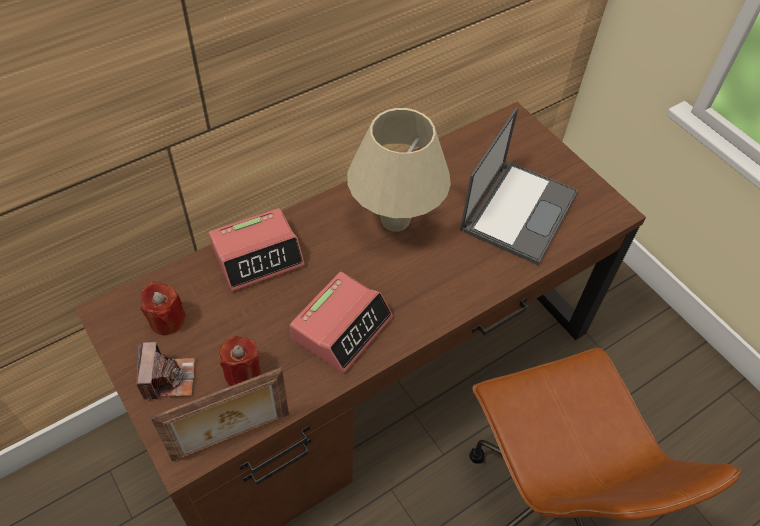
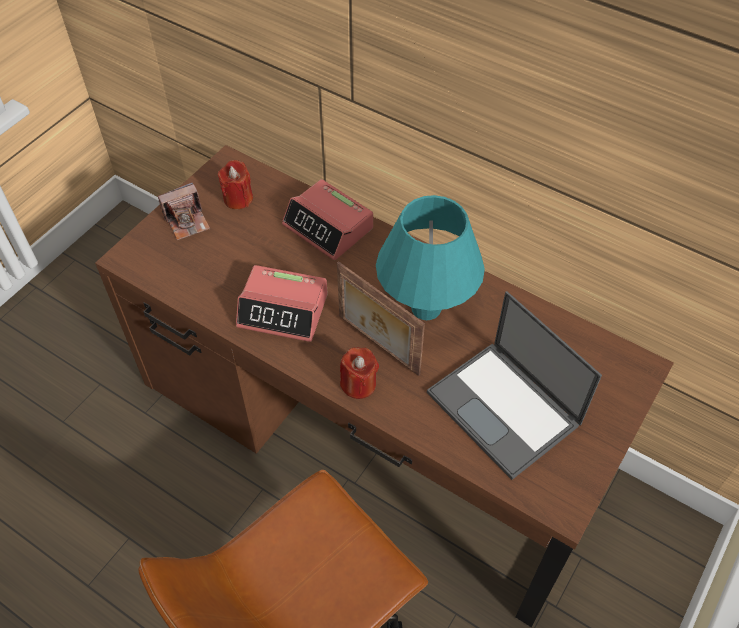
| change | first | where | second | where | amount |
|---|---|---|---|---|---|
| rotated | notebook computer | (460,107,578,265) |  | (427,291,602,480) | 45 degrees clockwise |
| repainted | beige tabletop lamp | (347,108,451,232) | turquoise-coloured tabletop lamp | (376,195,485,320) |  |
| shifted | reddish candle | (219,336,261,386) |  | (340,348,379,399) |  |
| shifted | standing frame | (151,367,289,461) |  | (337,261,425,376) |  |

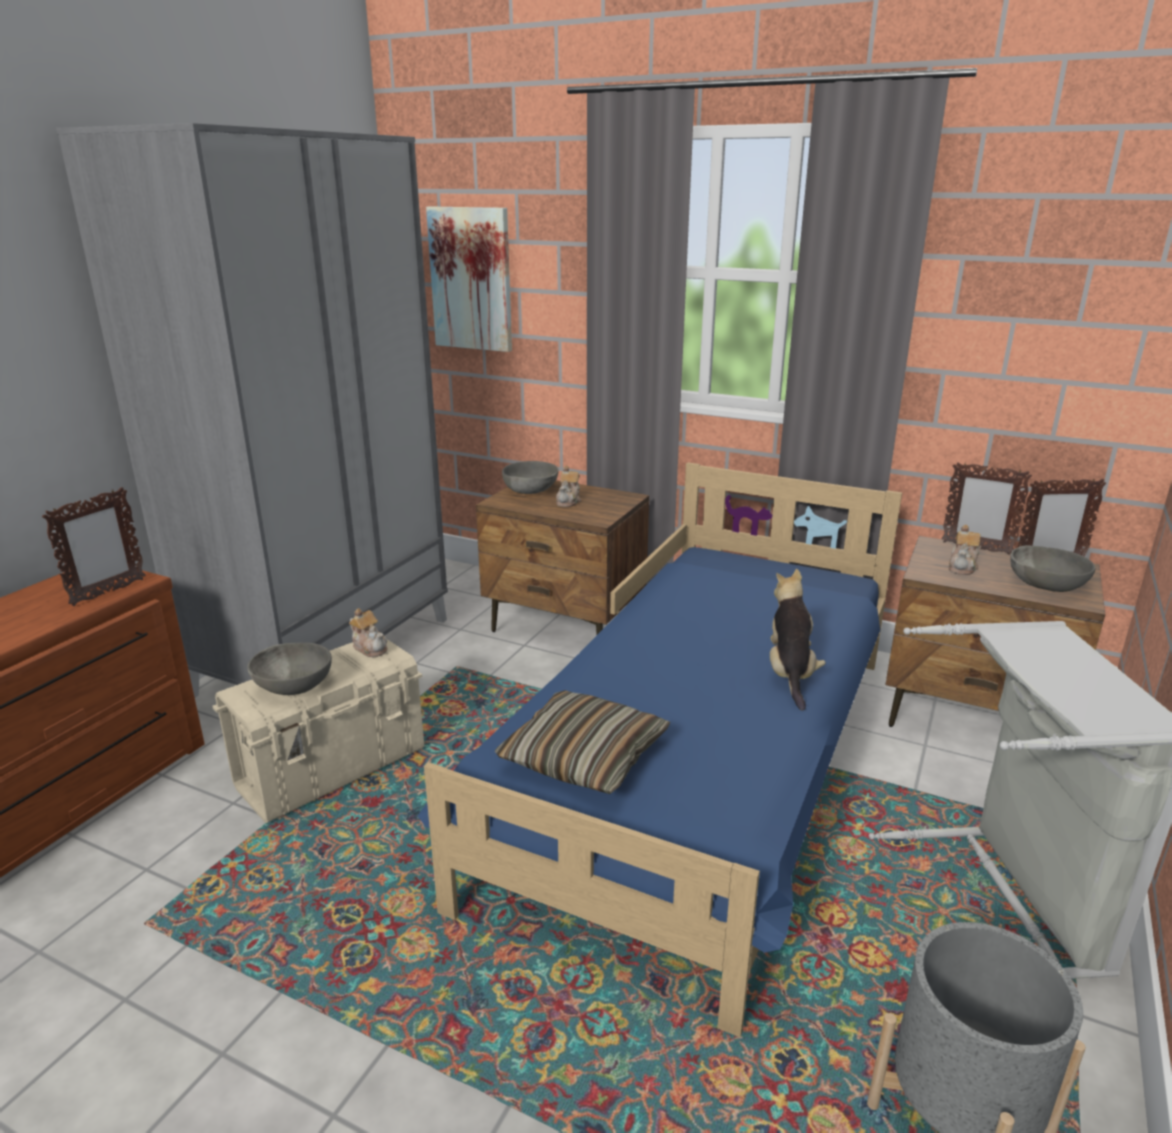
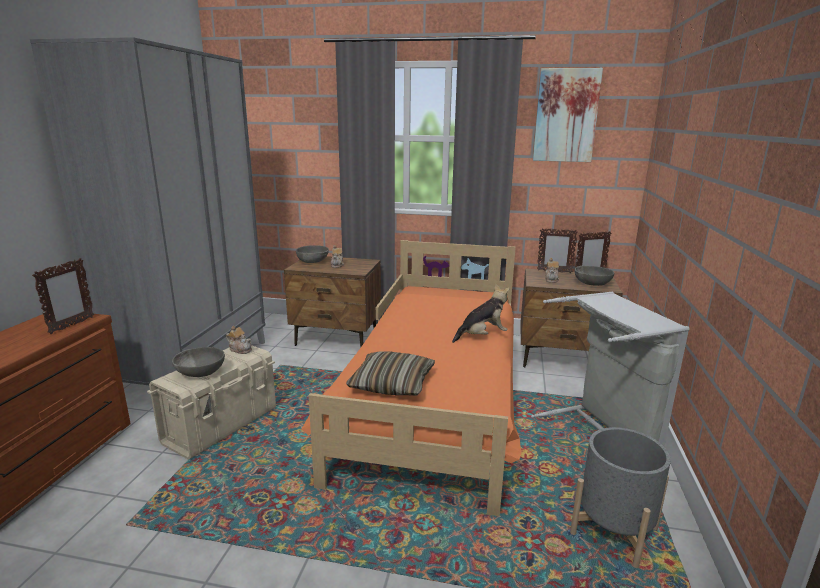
| change | first | where | second | where | amount |
|---|---|---|---|---|---|
| shifted | wall picture | (426,206,512,352) |  | (533,68,603,162) |  |
| repainted | blue-coloured sleeping bed | (417,462,902,1037) | orange sleeping bed | (302,240,521,516) |  |
| rotated | soft toy | (770,569,826,711) |  | (452,284,510,343) | 75 degrees clockwise |

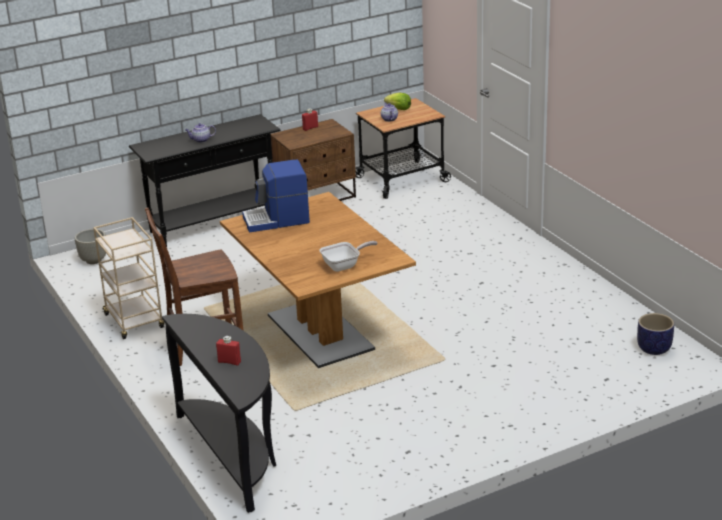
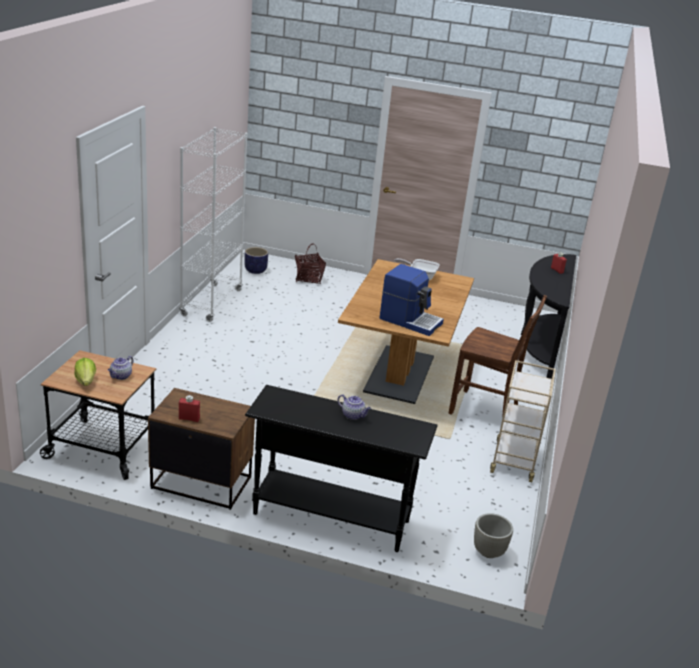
| change | first | where | second | where | amount |
|---|---|---|---|---|---|
| new |  |  | whitish bookshelf | (179,127,247,322) |  |
| new |  |  | basket | (295,243,326,284) |  |

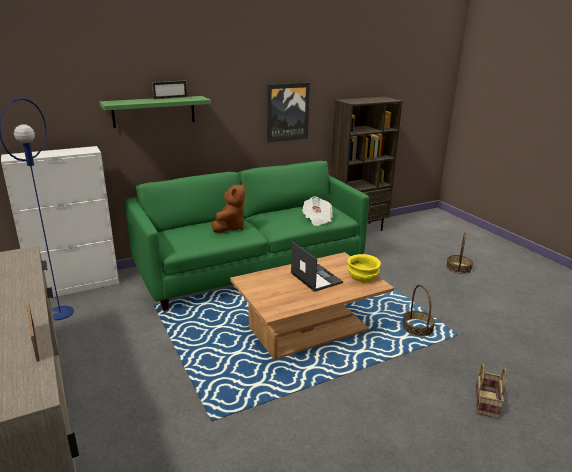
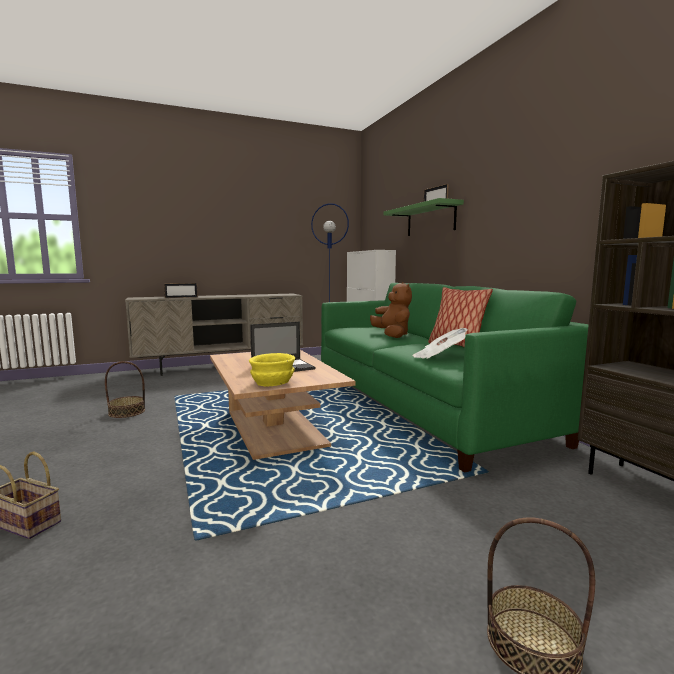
| change | first | where | second | where | amount |
|---|---|---|---|---|---|
| gone | wall picture | (267,83,310,143) |  |  |  |
| rotated | brown soft toy | (212,183,245,233) |  | (370,282,412,338) | 135 degrees counterclockwise |
| shifted | basket | (402,285,435,336) |  | (105,361,145,418) |  |
| new |  |  | throw pillow | (428,287,493,348) |  |

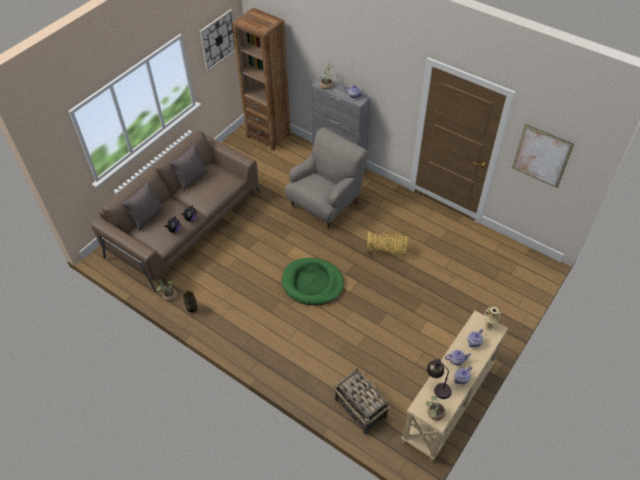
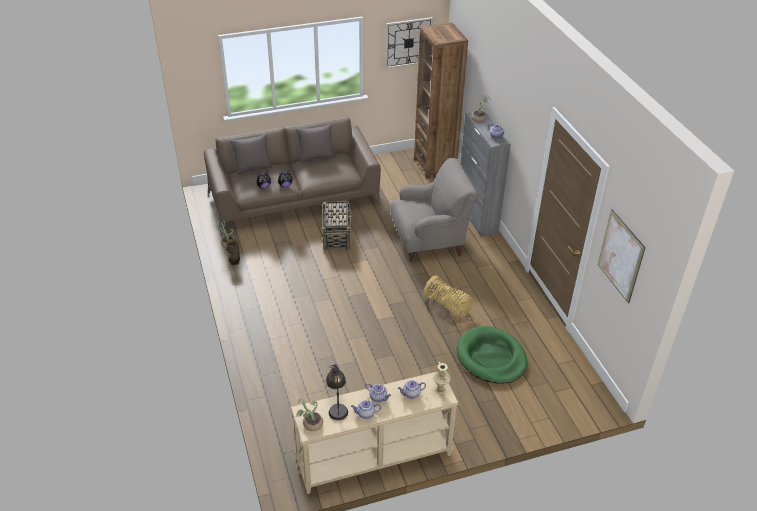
| change | first | where | second | where | amount |
|---|---|---|---|---|---|
| shifted | green-coloured dog bed | (282,258,344,305) |  | (457,326,528,383) |  |
| shifted | basket | (334,368,391,434) |  | (322,199,353,251) |  |

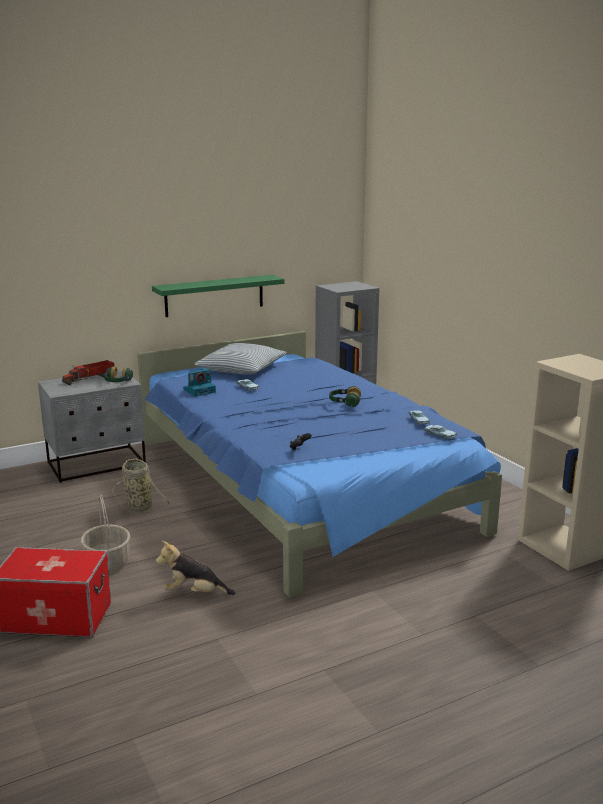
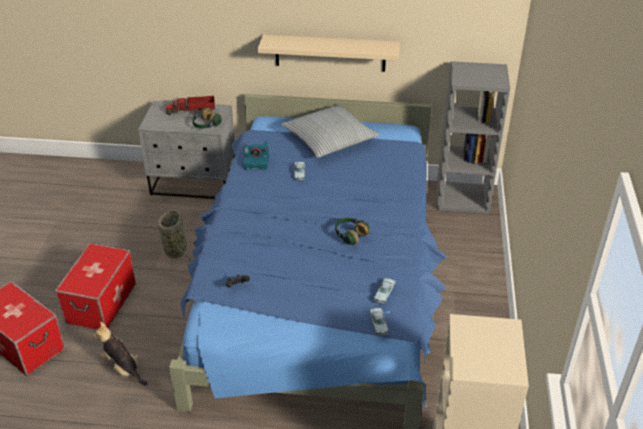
| change | first | where | second | where | amount |
|---|---|---|---|---|---|
| repainted | green-coloured bracket shelf | (152,275,285,317) | beige bracket shelf | (258,35,400,72) |  |
| swapped | basket | (80,494,130,571) | storage container | (55,243,136,330) |  |

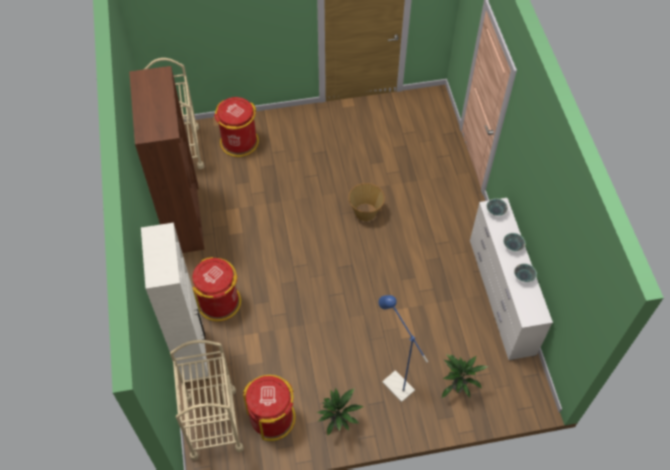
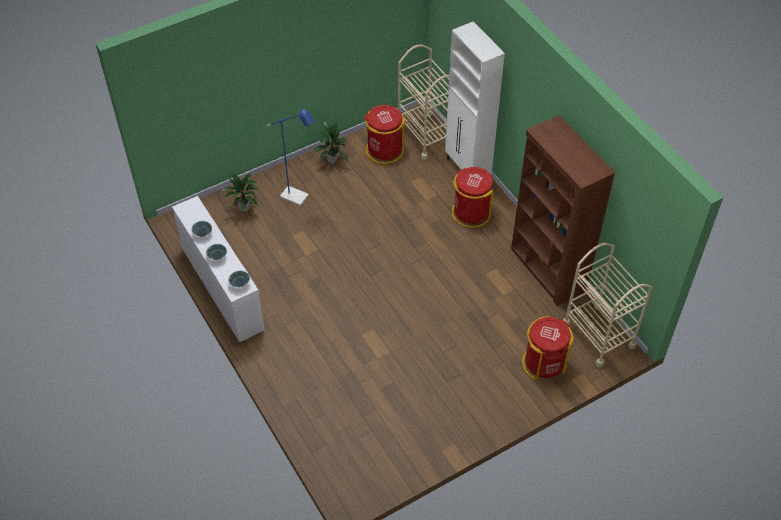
| change | first | where | second | where | amount |
|---|---|---|---|---|---|
| gone | basket | (349,183,385,221) |  |  |  |

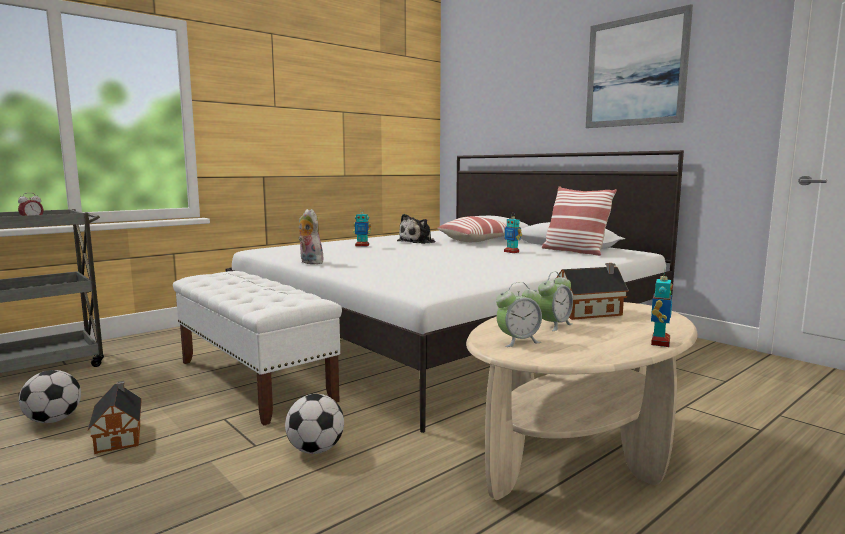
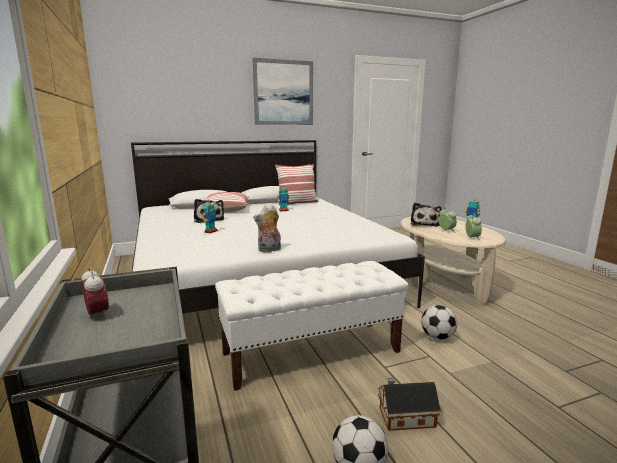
| change | first | where | second | where | amount |
|---|---|---|---|---|---|
| swapped | model house | (556,263,629,320) | soft toy | (411,203,442,227) |  |

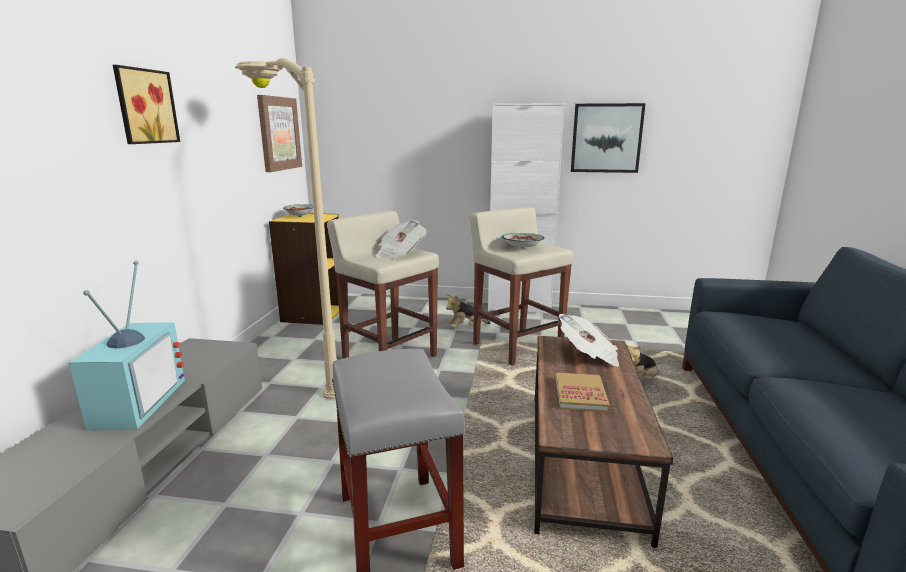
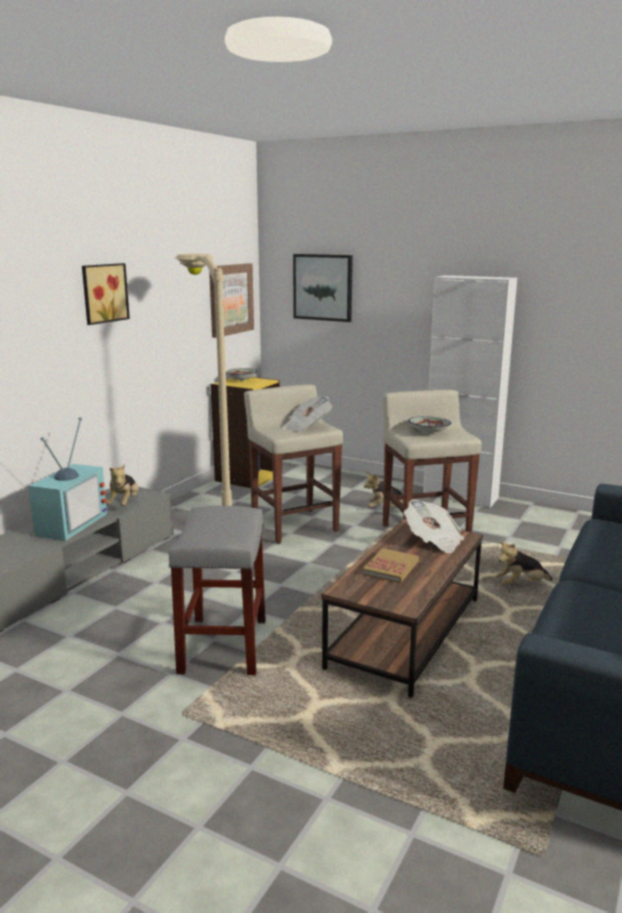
| change | first | where | second | where | amount |
|---|---|---|---|---|---|
| shifted | wall picture | (571,103,646,173) |  | (293,254,353,322) |  |
| new |  |  | soft toy | (106,464,139,506) |  |

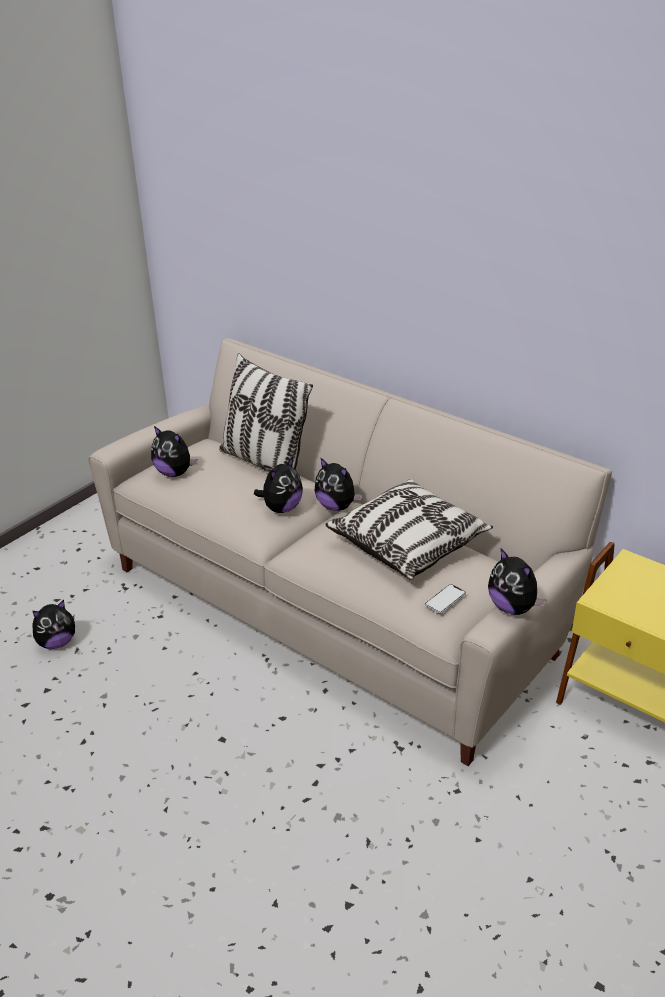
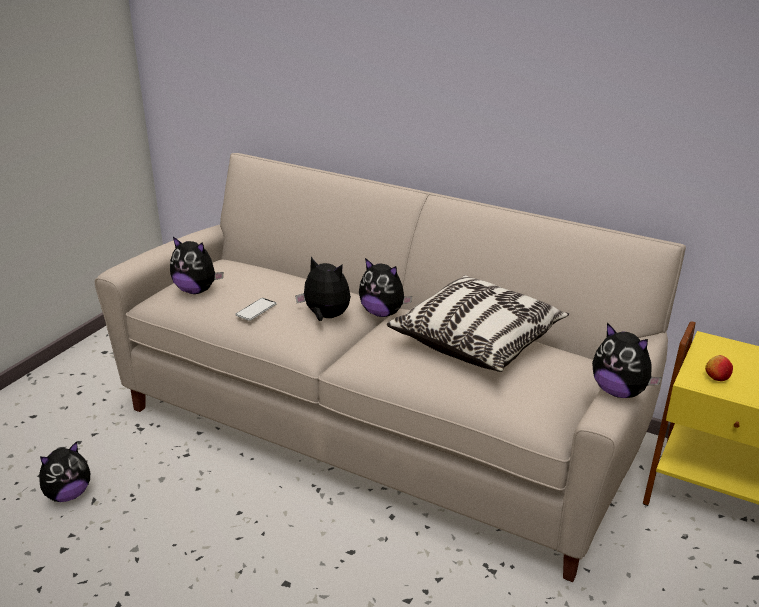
| change | first | where | second | where | amount |
|---|---|---|---|---|---|
| gone | throw pillow | (219,353,313,472) |  |  |  |
| rotated | soft toy | (254,457,303,513) |  | (295,257,351,321) | 90 degrees counterclockwise |
| shifted | phone | (425,584,466,614) |  | (235,298,277,321) |  |
| new |  |  | apple | (705,355,733,381) |  |

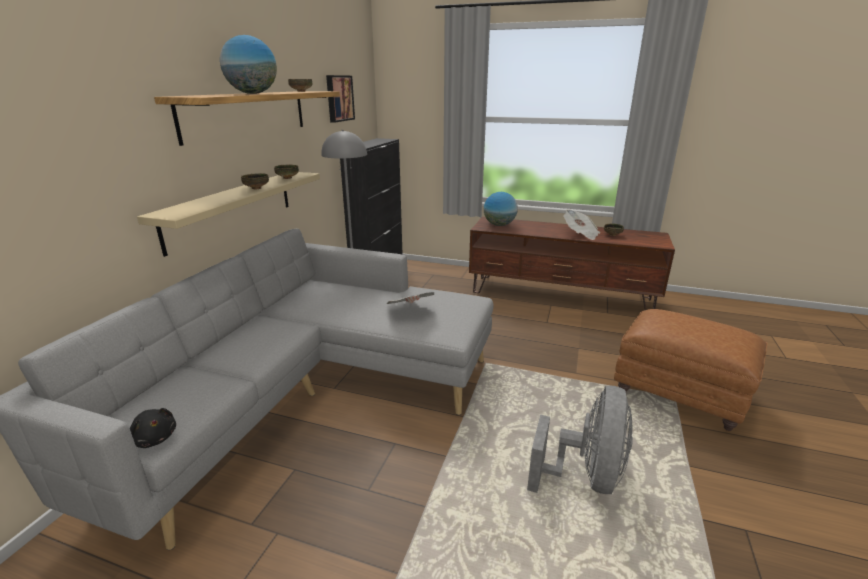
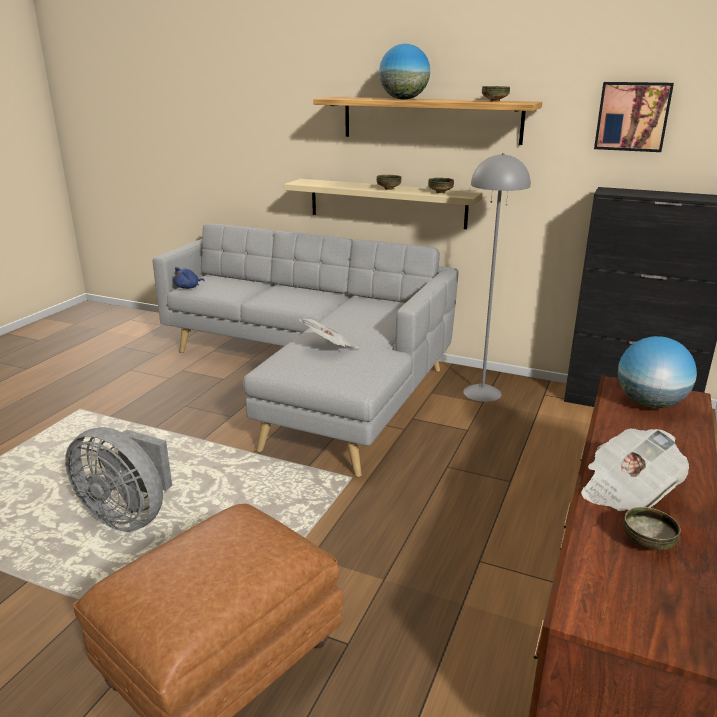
| change | first | where | second | where | amount |
|---|---|---|---|---|---|
| repainted | black-coloured soft toy | (130,408,176,448) | blue-coloured soft toy | (174,267,205,289) |  |

